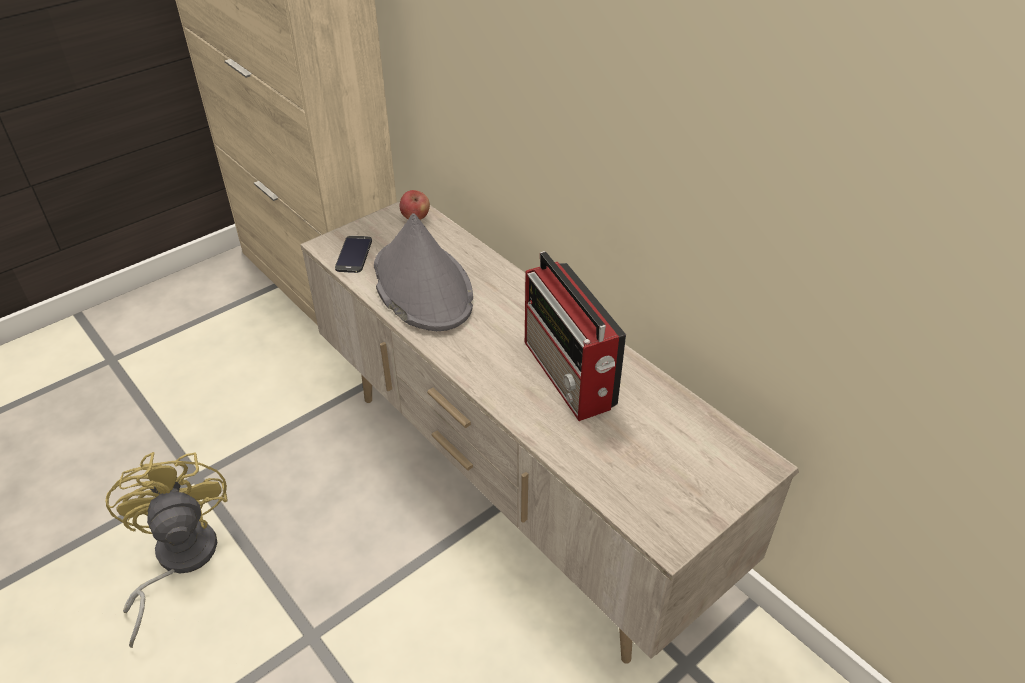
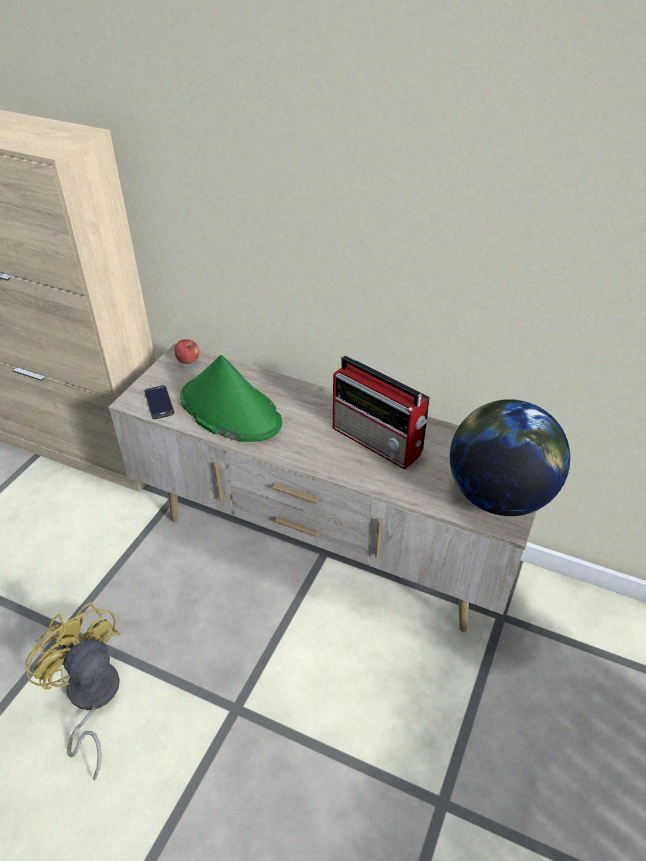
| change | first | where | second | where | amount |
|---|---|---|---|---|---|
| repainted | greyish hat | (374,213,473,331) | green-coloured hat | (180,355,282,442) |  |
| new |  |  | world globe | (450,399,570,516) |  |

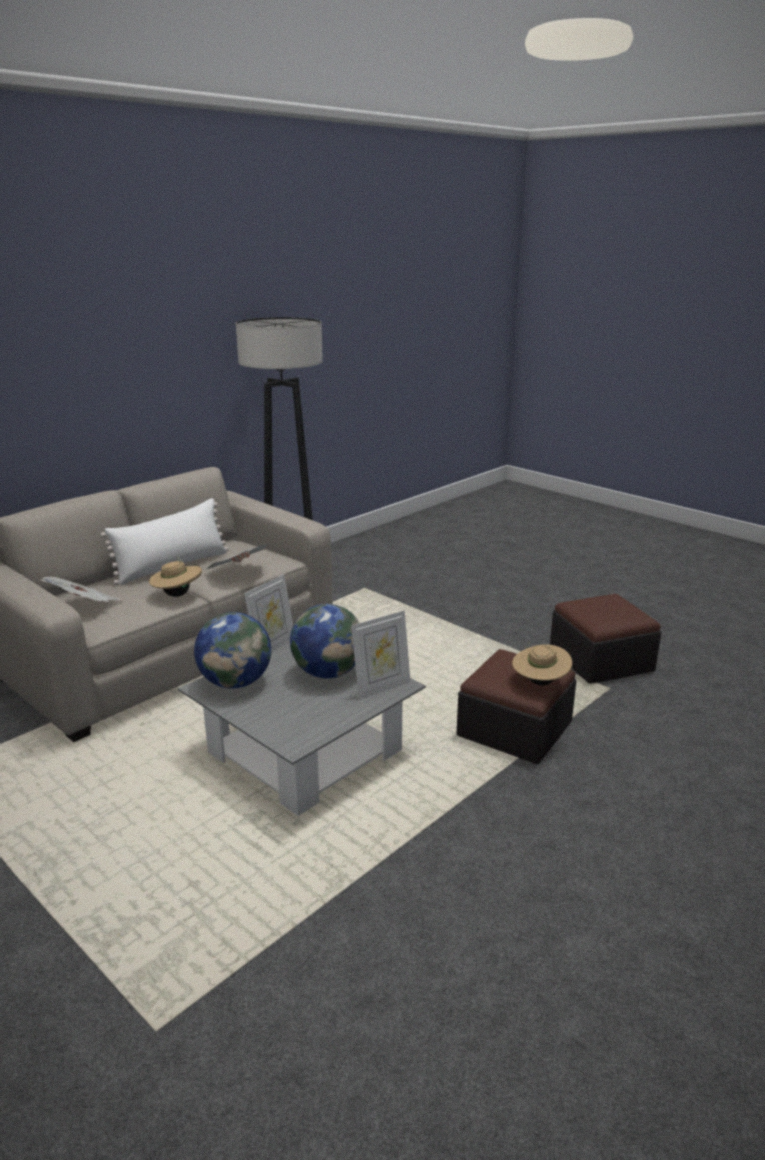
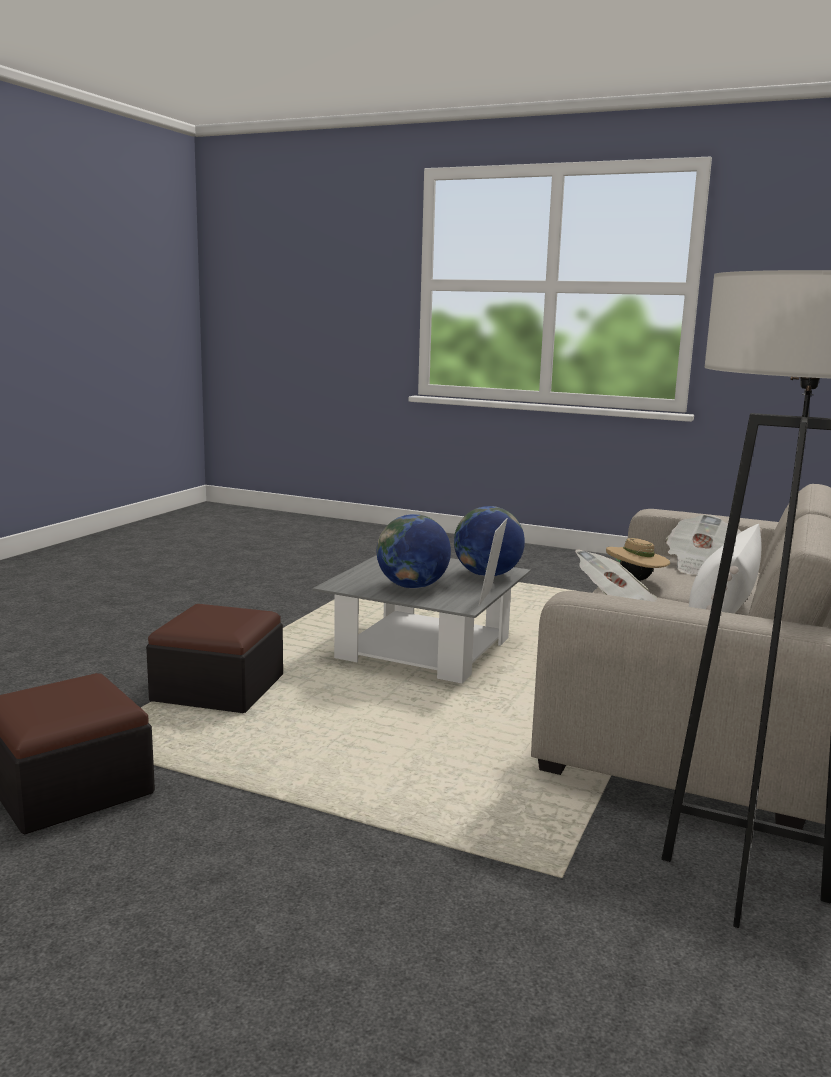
| change | first | where | second | where | amount |
|---|---|---|---|---|---|
| gone | standing frame | (351,611,411,699) |  |  |  |
| gone | beige hat | (512,643,572,685) |  |  |  |

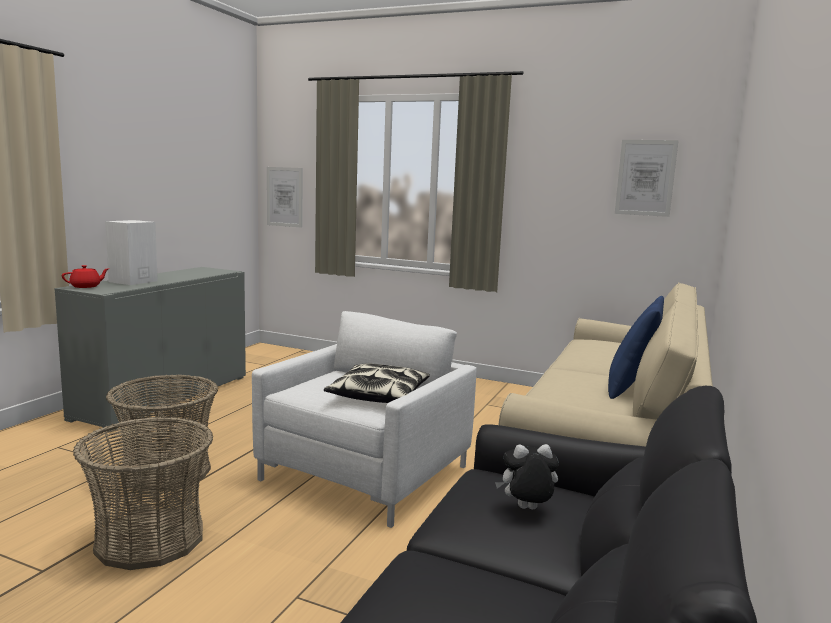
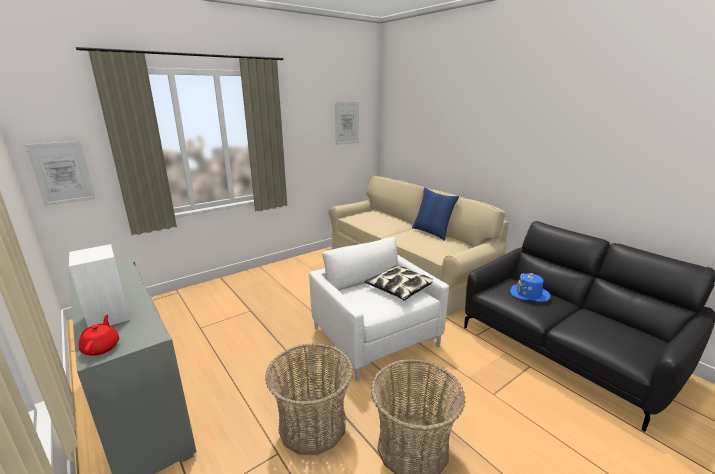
| change | first | where | second | where | amount |
|---|---|---|---|---|---|
| swapped | soft toy | (495,444,559,509) | blue-coloured hat | (510,273,550,302) |  |

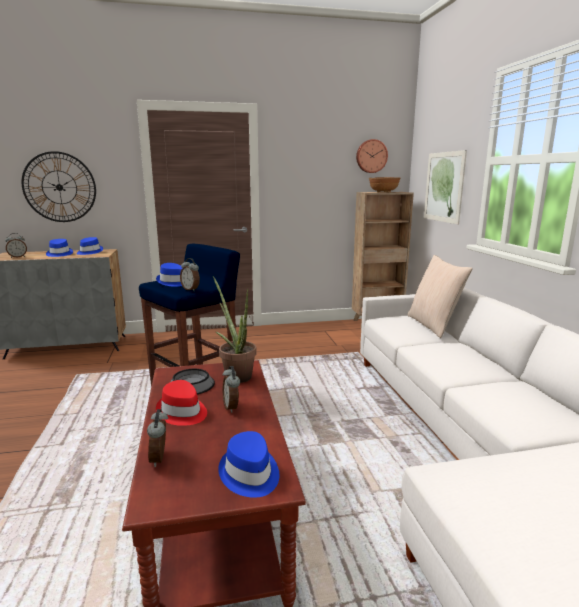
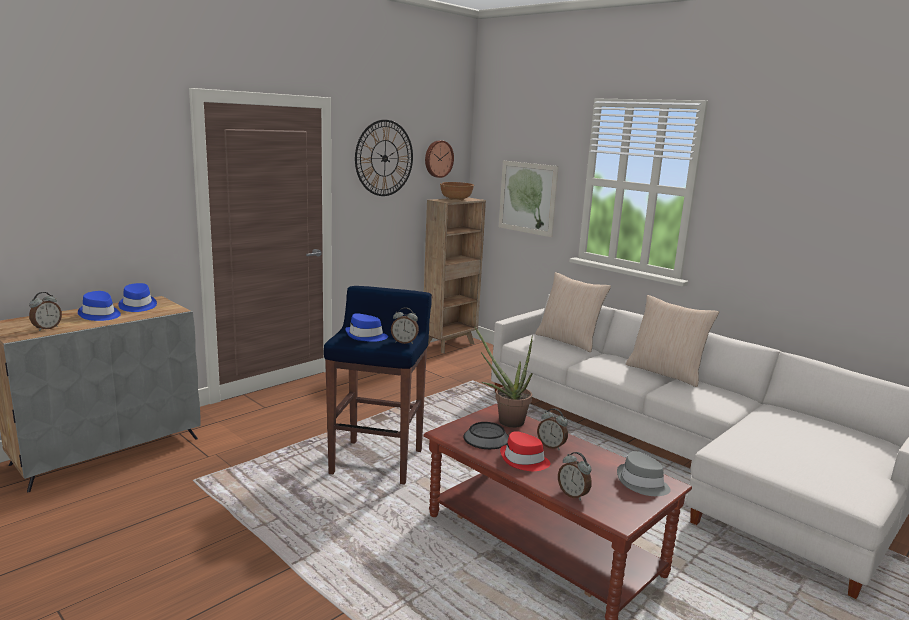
| change | first | where | second | where | amount |
|---|---|---|---|---|---|
| shifted | wall clock | (22,151,96,222) |  | (355,120,413,196) |  |
| repainted | blue-coloured hat | (218,431,280,498) | greyish hat | (617,451,671,496) |  |
| new |  |  | beige throw pillow | (626,295,719,387) |  |

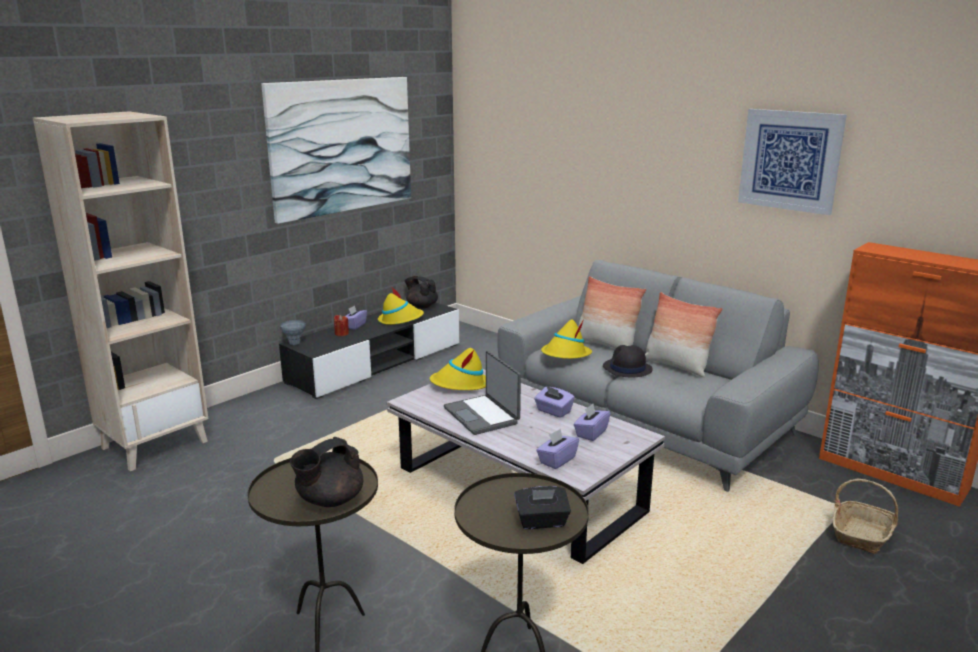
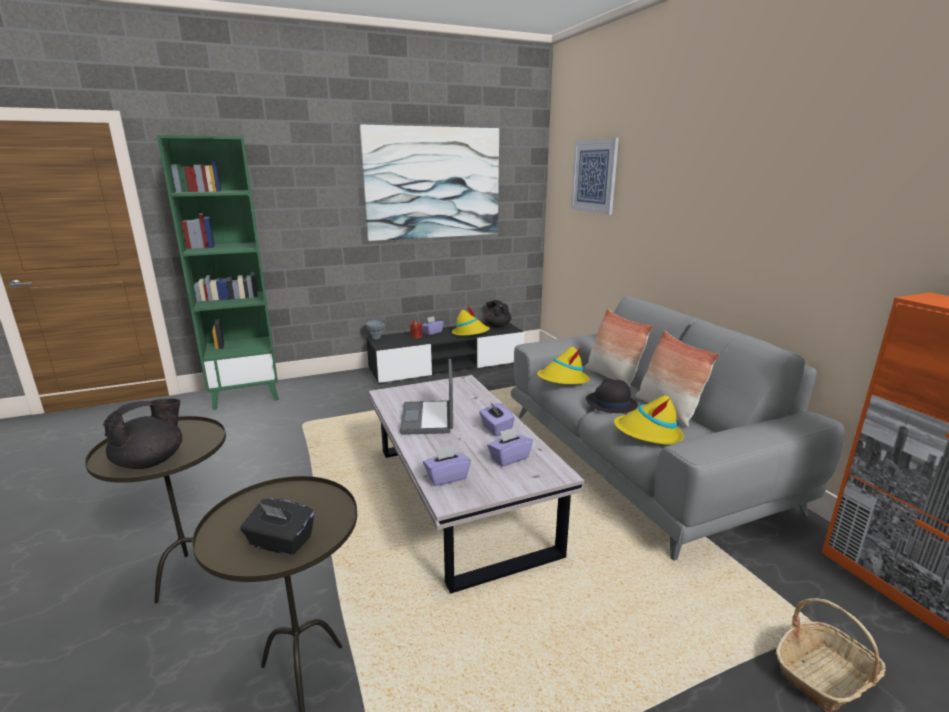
| change | first | where | second | where | amount |
|---|---|---|---|---|---|
| shifted | wall picture | (738,109,847,215) |  | (571,138,619,215) |  |
| repainted | beige bookshelf | (33,111,208,471) | green-coloured bookshelf | (157,135,279,410) |  |
| shifted | yellow-coloured hat | (430,348,486,390) |  | (614,396,684,445) |  |
| rotated | black-coloured tea pot | (290,437,363,507) |  | (103,399,182,469) | 150 degrees clockwise |

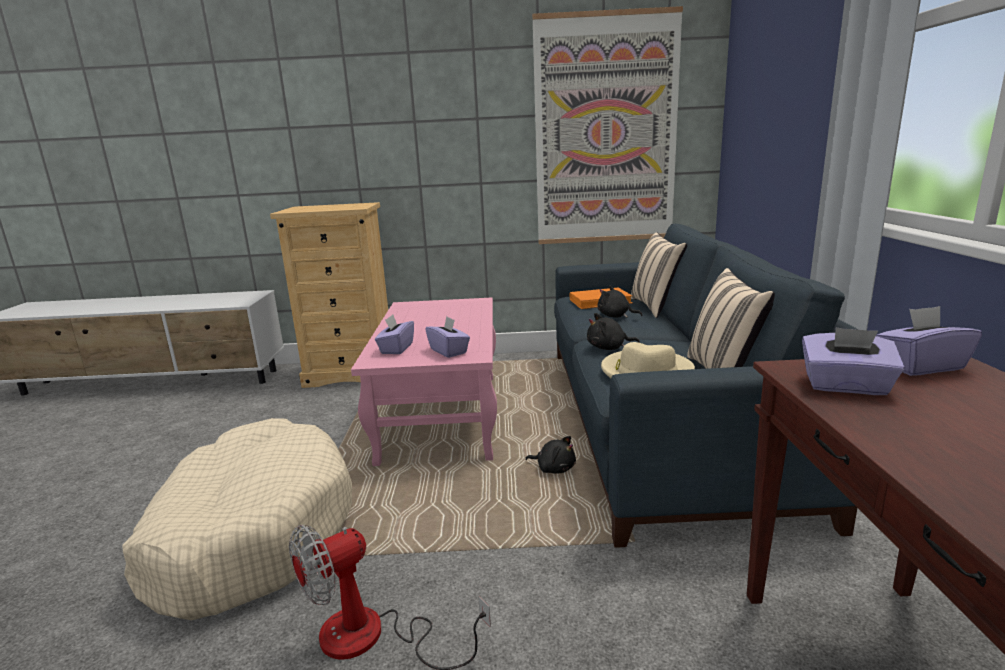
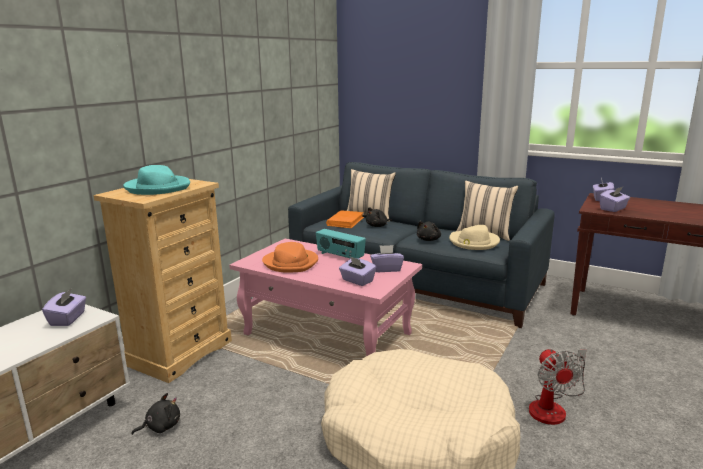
| change | first | where | second | where | amount |
|---|---|---|---|---|---|
| gone | wall picture | (532,6,683,244) |  |  |  |
| shifted | black-coloured soft toy | (525,436,576,474) |  | (131,393,180,435) |  |
| new |  |  | turquoise-coloured hat | (123,165,190,195) |  |
| new |  |  | radio set | (316,229,366,259) |  |
| new |  |  | orange hat | (262,242,318,273) |  |
| new |  |  | purple-coloured tissue box | (42,288,86,326) |  |

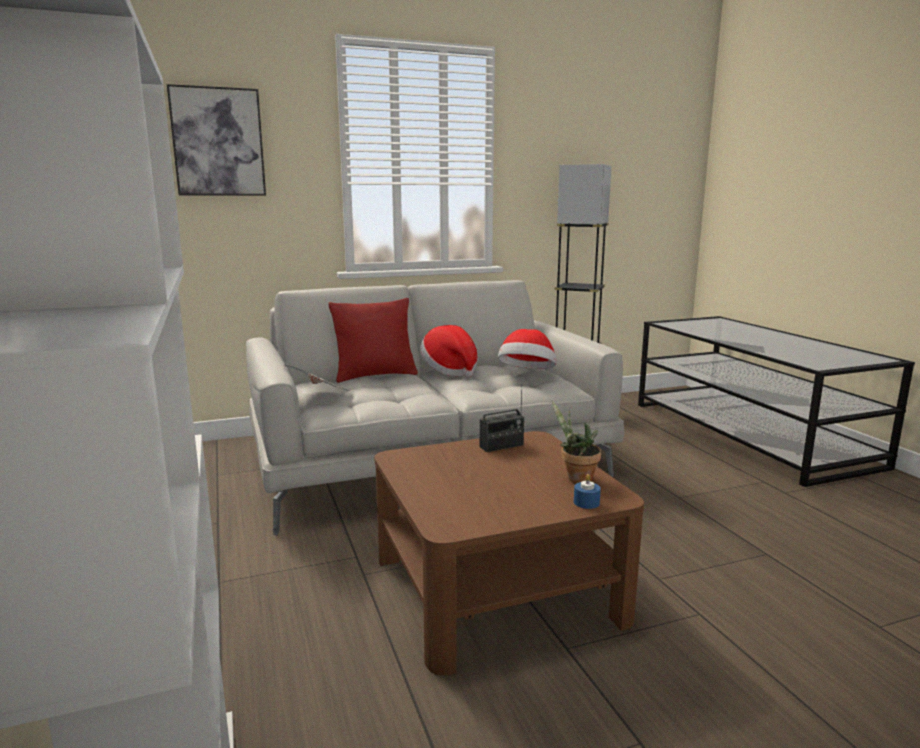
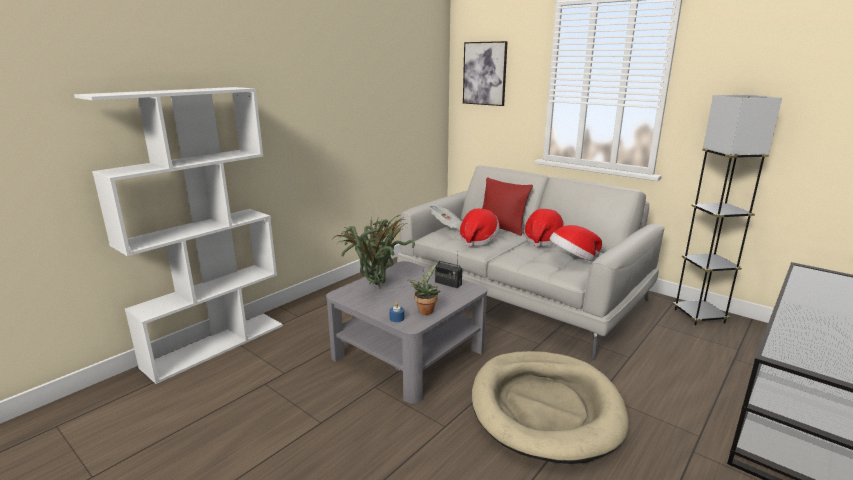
| change | first | where | second | where | amount |
|---|---|---|---|---|---|
| repainted | brown lounge table | (374,431,644,675) | greyish lounge table | (326,261,487,404) |  |
| new |  |  | hat | (460,209,500,247) |  |
| new |  |  | houseplant | (335,215,415,289) |  |
| new |  |  | beige dog bed | (472,351,629,464) |  |

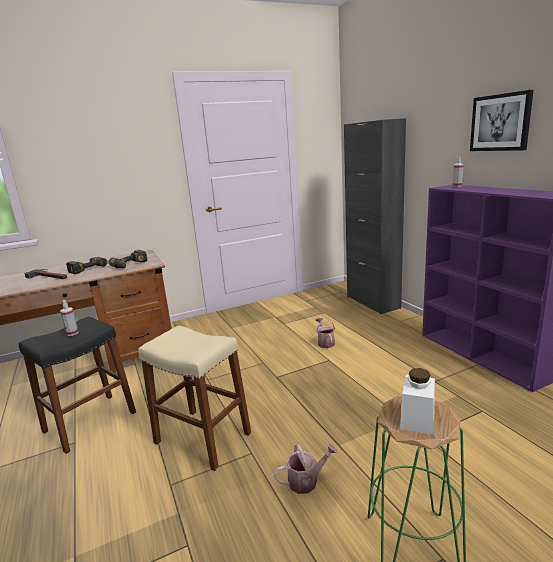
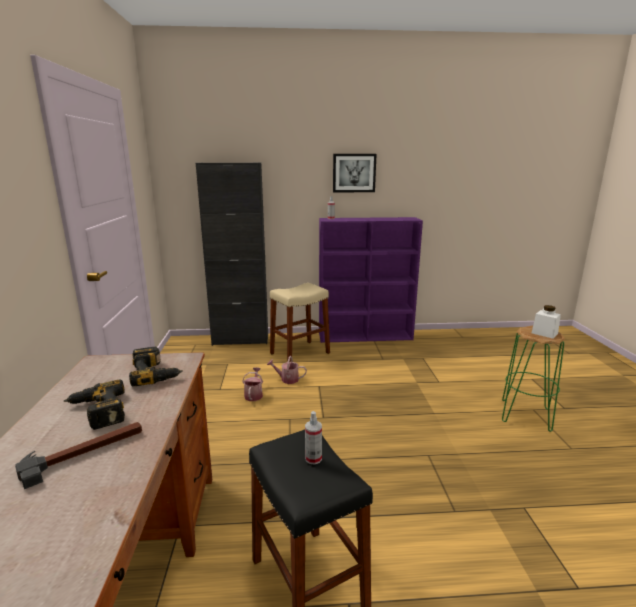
| change | first | where | second | where | amount |
|---|---|---|---|---|---|
| shifted | beige sitting stool | (138,325,251,471) |  | (270,283,330,362) |  |
| shifted | watering pot | (274,443,338,494) |  | (242,367,263,401) |  |

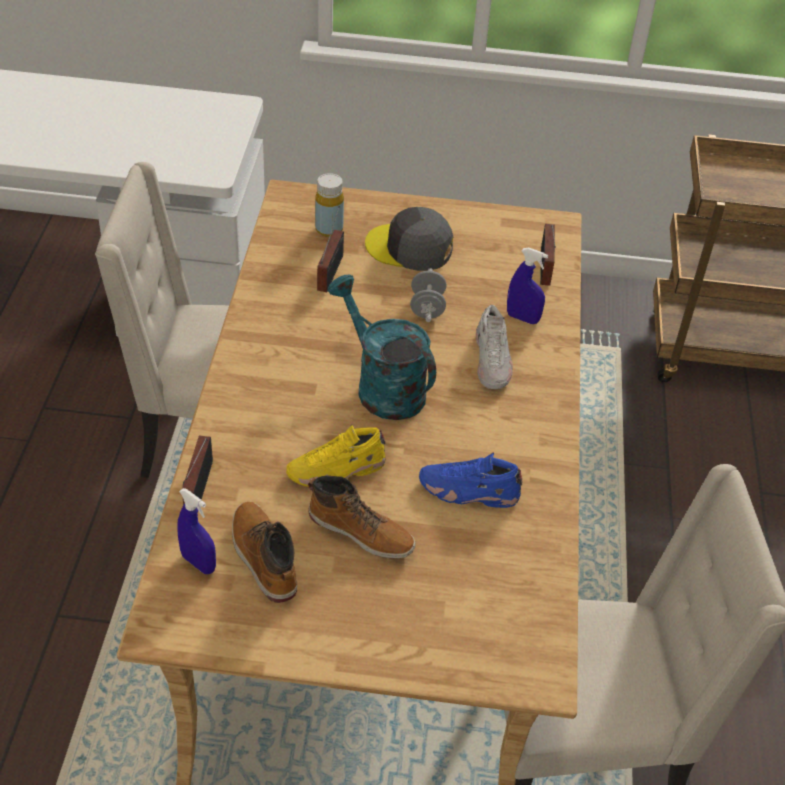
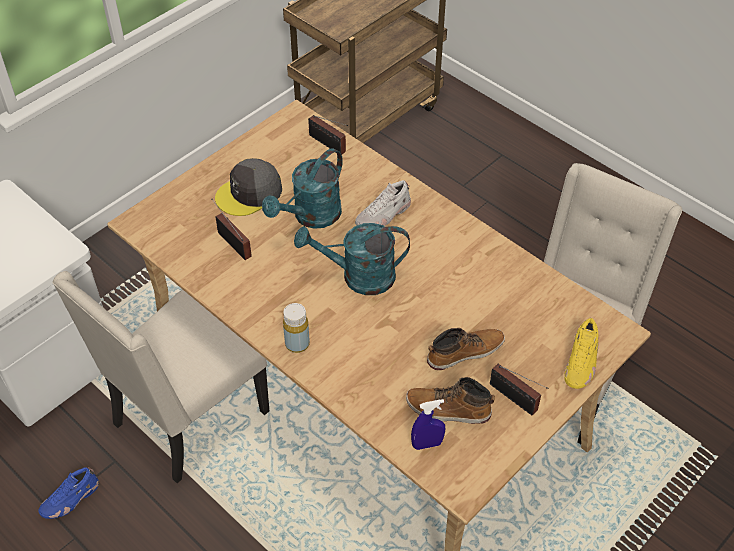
| change | first | where | second | where | amount |
|---|---|---|---|---|---|
| shifted | yellow-coloured beverage bottle | (315,173,344,237) |  | (283,303,310,353) |  |
| gone | blue-coloured spray bottle | (507,247,548,324) |  |  |  |
| swapped | greyish free weight | (410,268,447,322) | turquoise-coloured watering pot | (262,148,343,229) |  |
| rotated | whitish low shoe | (476,305,513,389) |  | (355,180,411,226) | 105 degrees clockwise |
| shifted | yellow-coloured low shoe | (286,425,386,487) |  | (564,318,599,389) |  |
| shifted | radio set | (182,435,213,505) |  | (490,364,548,415) |  |
| shifted | blue-coloured low shoe | (419,453,522,508) |  | (38,467,99,519) |  |

